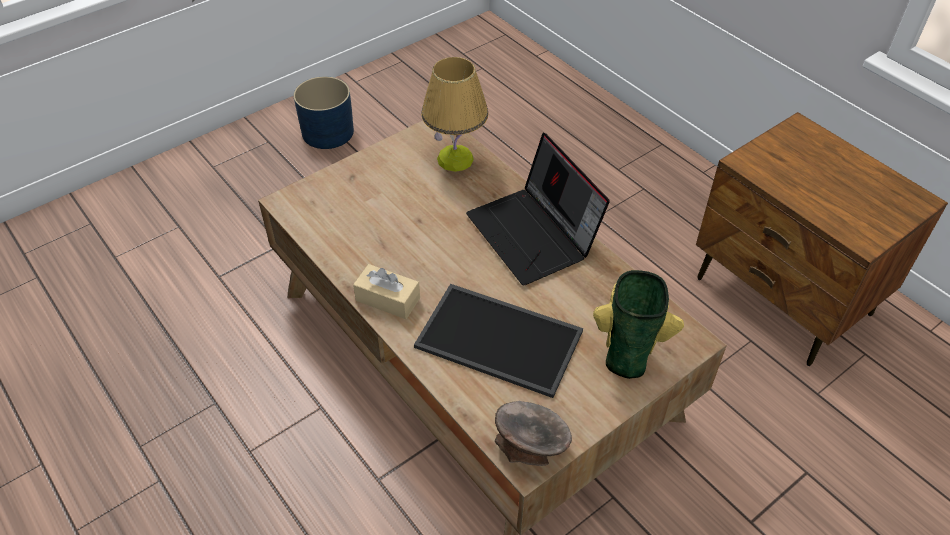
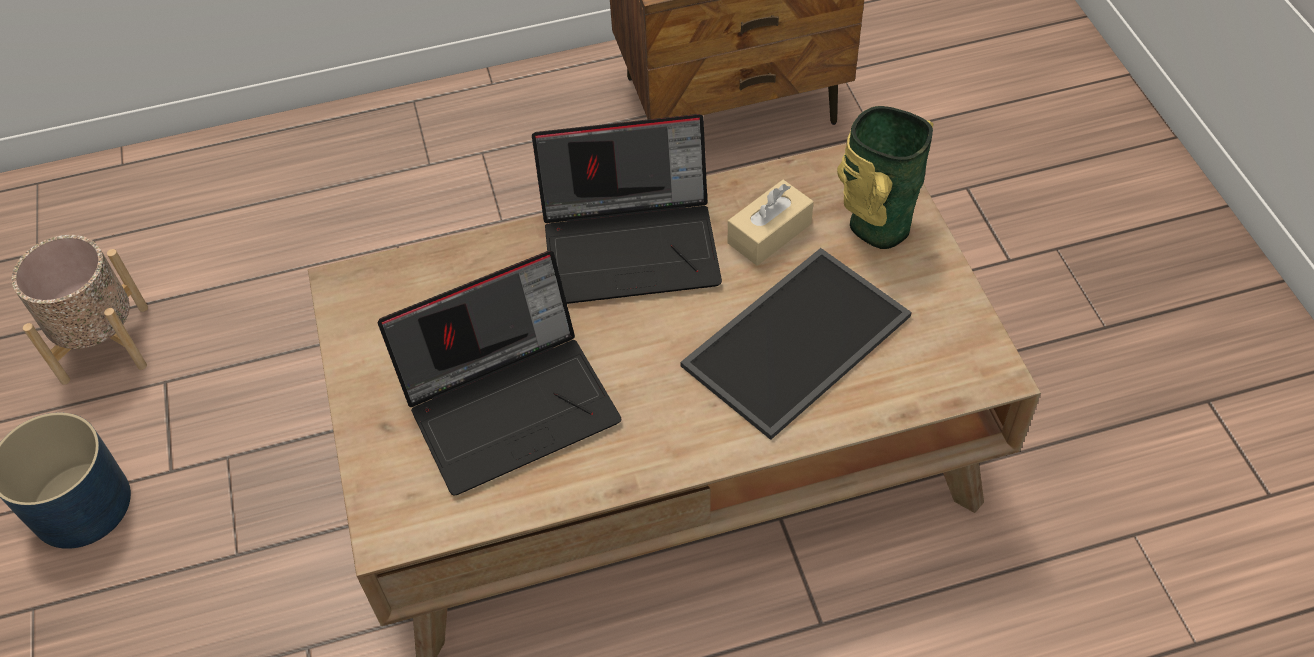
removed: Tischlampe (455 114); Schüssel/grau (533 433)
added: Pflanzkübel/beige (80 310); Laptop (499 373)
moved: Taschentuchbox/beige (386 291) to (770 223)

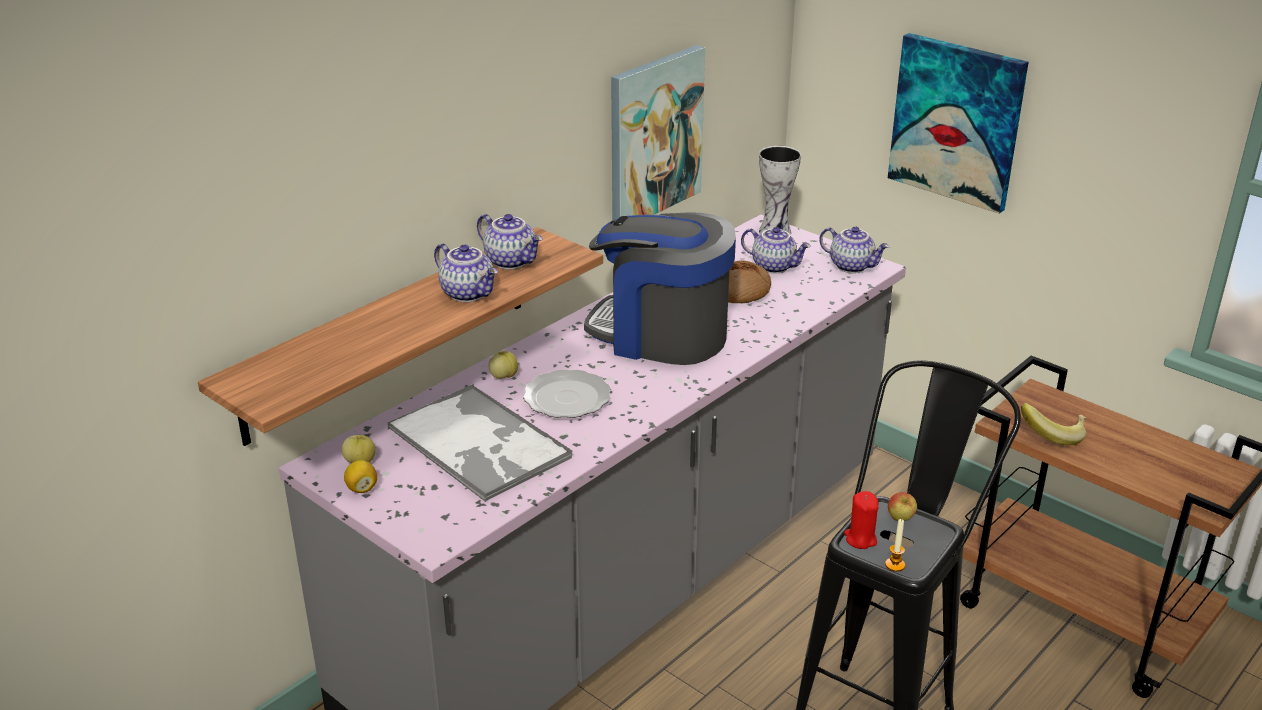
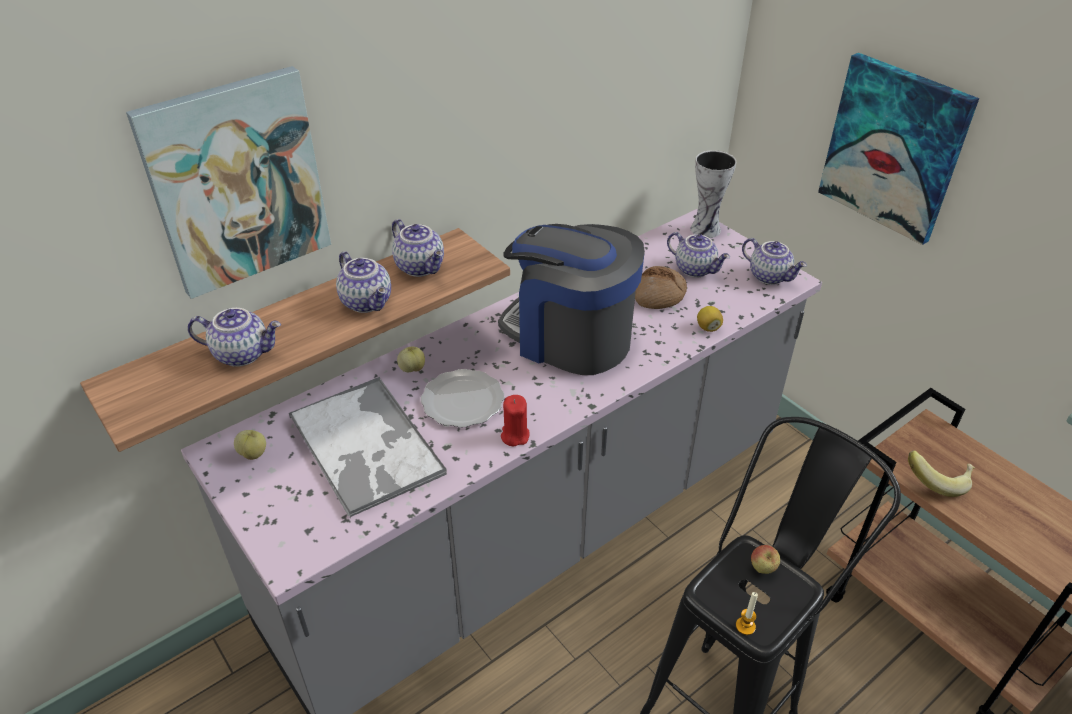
added: Teekanne (234 337)
moved: Bild (658 133) to (228 182); Kerze/rot (861 520) to (515 421); Zitrone (360 476) to (710 319)

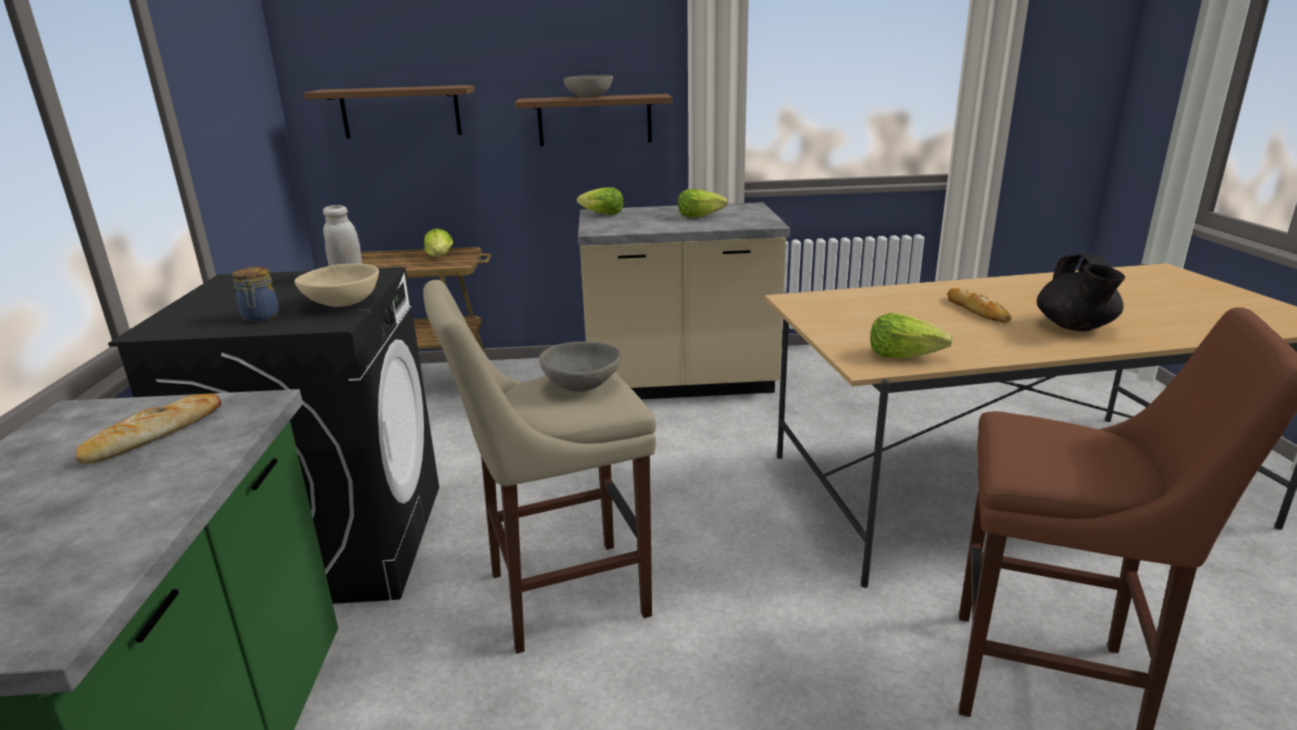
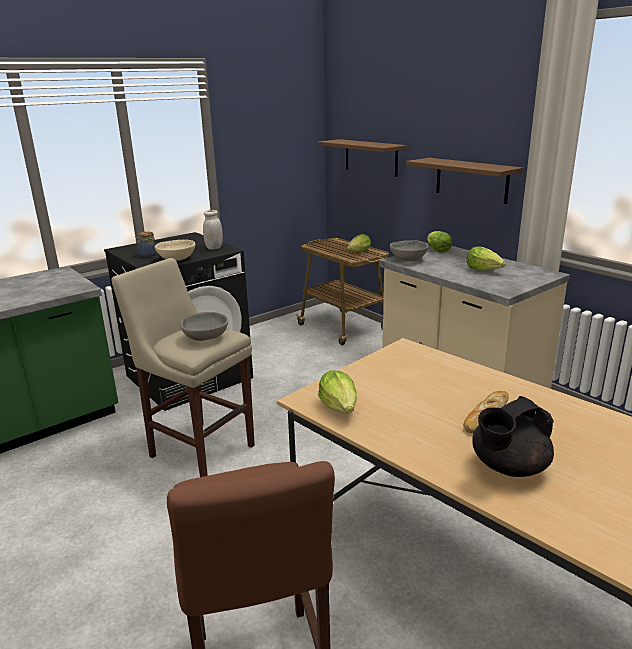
removed: Brot (148 429)
moved: Schüssel/grau (588 86) to (409 250)

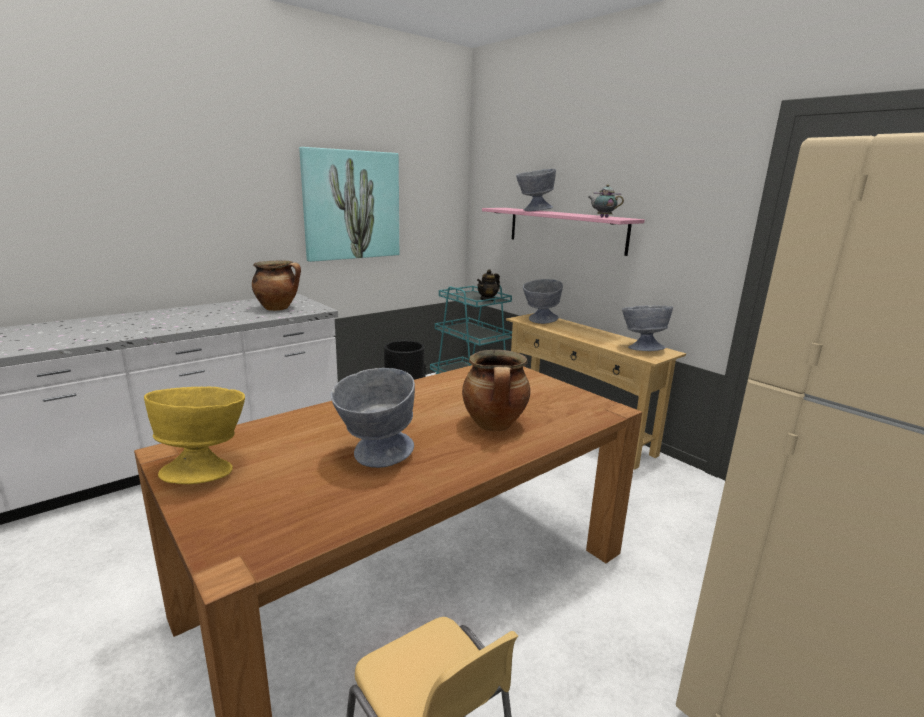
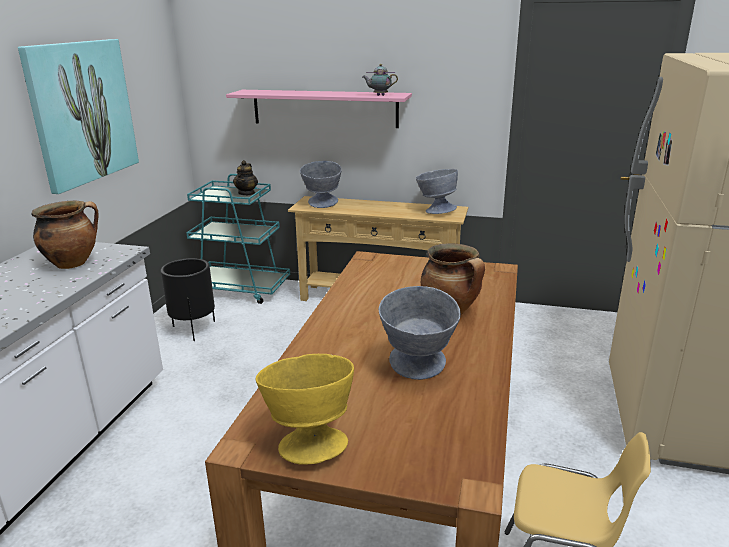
removed: Schüssel/grau (536 190)

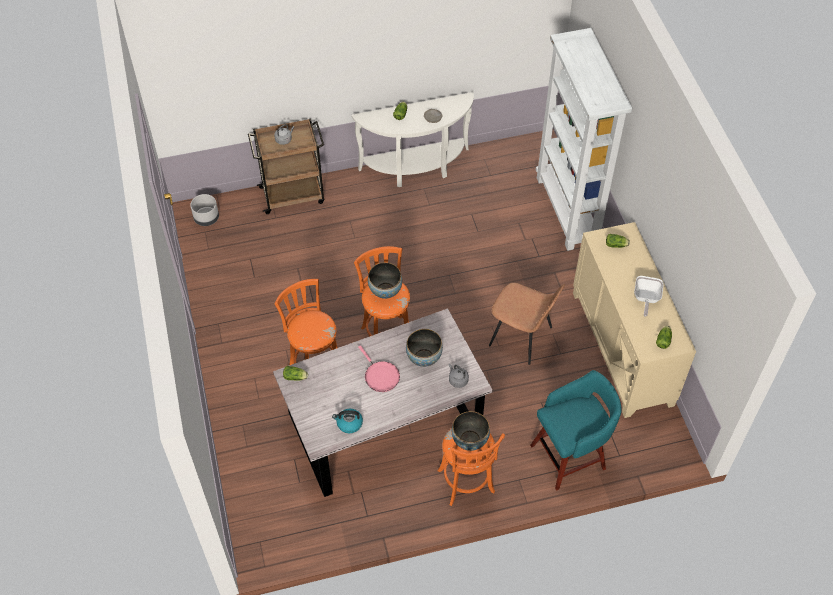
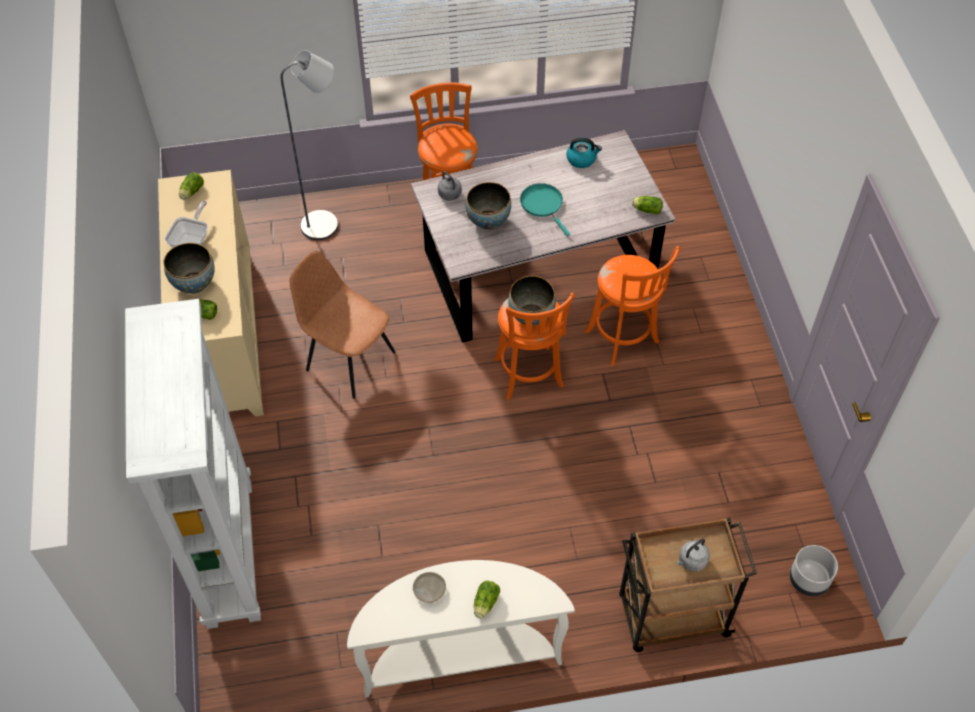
moved: Schüssel (471 431) to (189 268)
replaced: Hocker/türkis (576 430) to Stehlampe/grau (309 145)
recoloured: Pfanne/rosa (379 368) to Pfanne/türkis (545 209)

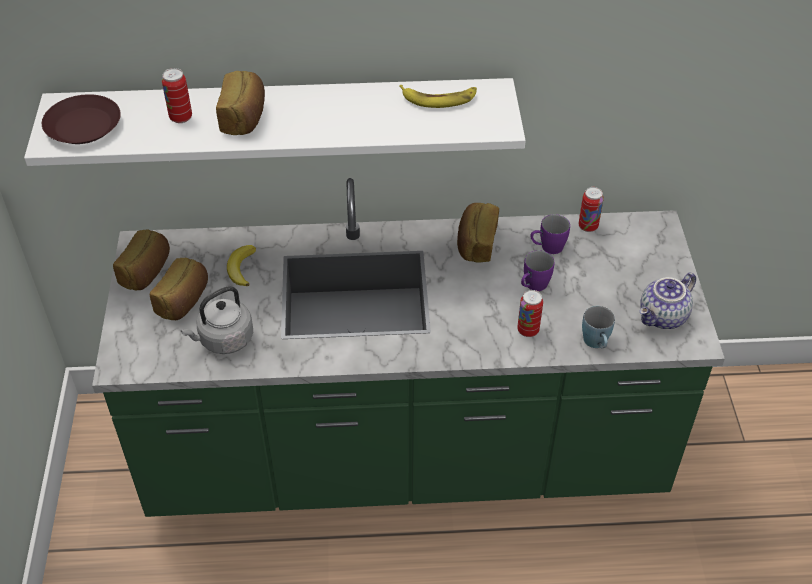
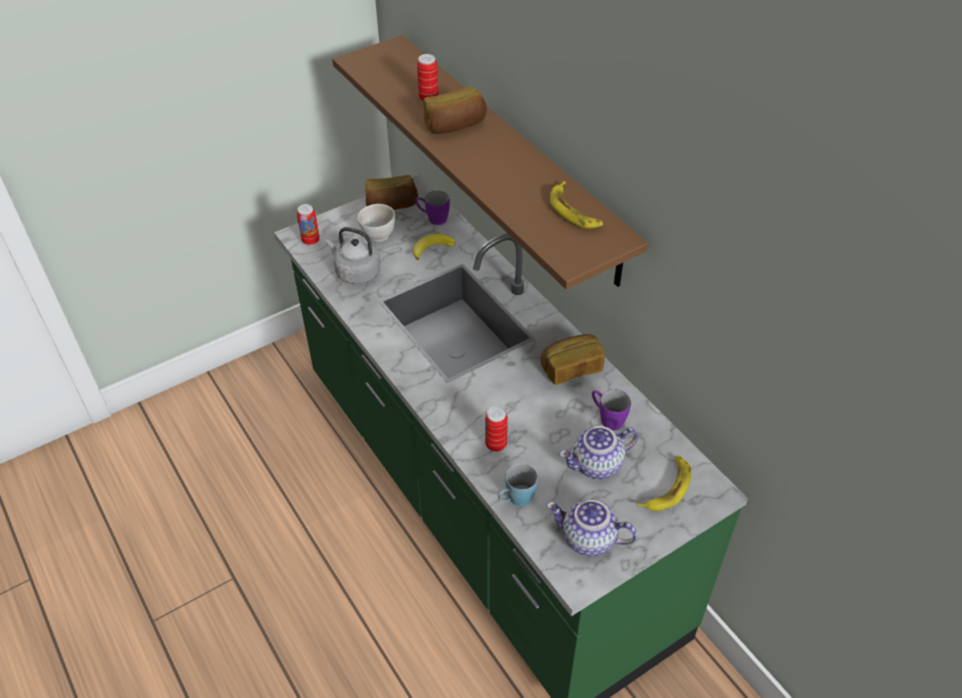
removed: Teller/braun (81 119)
added: Teekanne (599 452); Banane (664 483)
moved: Dose (591 209) to (308 224); Henkelbecher/lila (538 270) to (432 208)
replaced: Brot (179 289) to Schüssel/weiß (376 223)
recoloured: Wandregal/weiß (275 122) to Wandregal/braun (490 162)

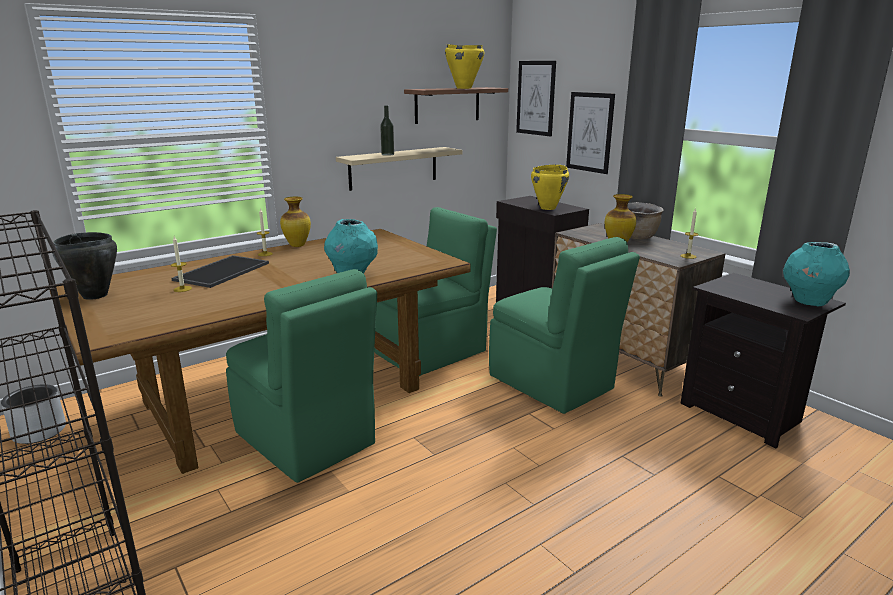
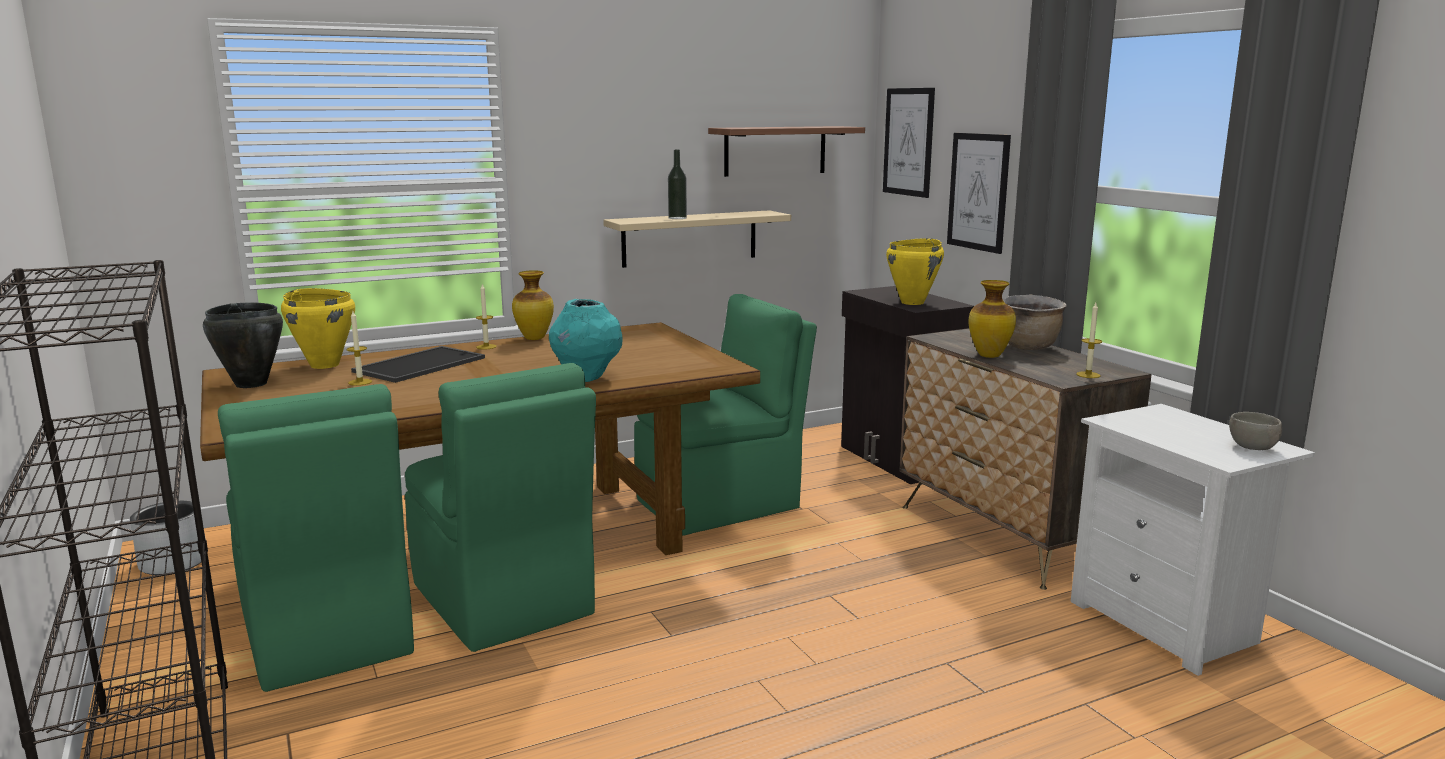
moved: Stuhl/grün (564 325) to (316 538); Kochtopf/gelb (464 66) to (318 328)
replaced: Vase/türkis (816 274) to Schüssel/grau (1255 431)
recoloured: Nachttisch/schwarz (763 360) to Nachttisch/weiß (1193 540)

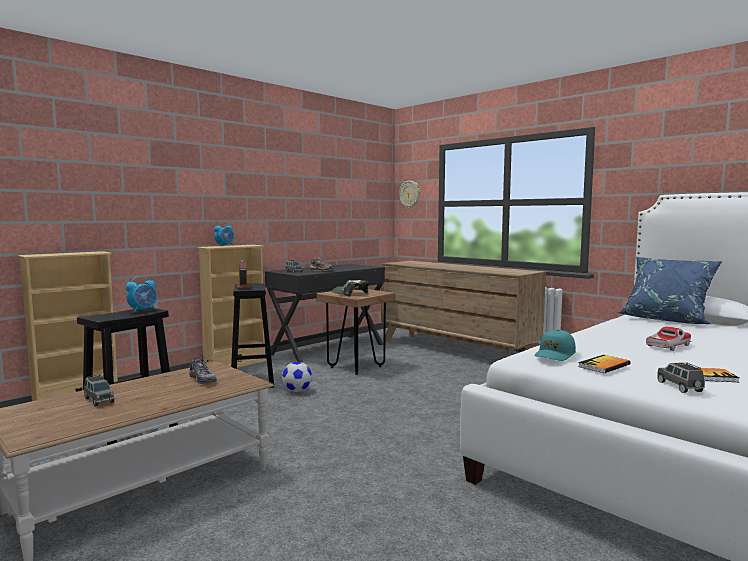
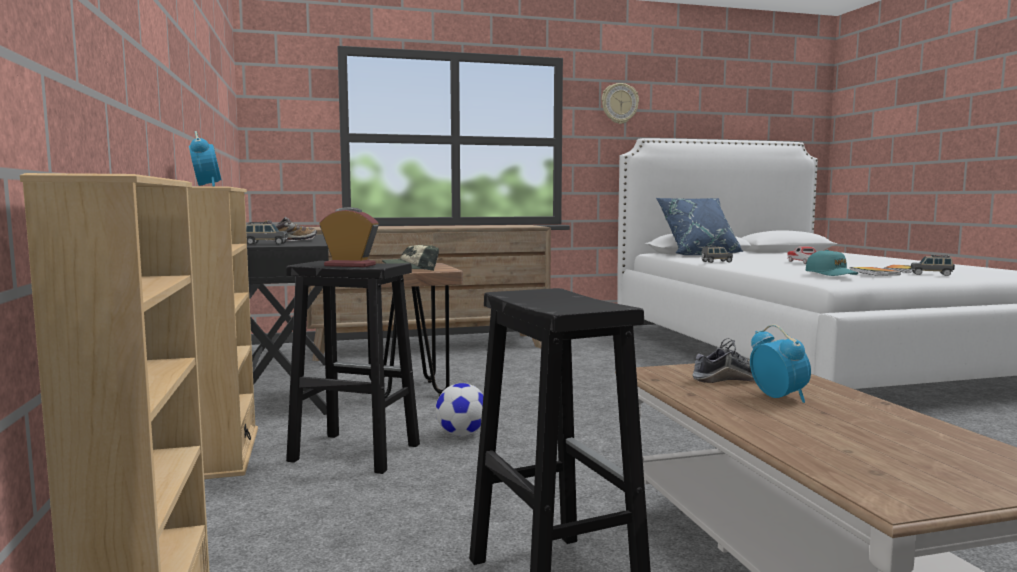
moved: Wanduhr (409 194) to (620 103); Spielzeugauto/grau (99 390) to (717 254); Wecker (141 294) to (780 363)

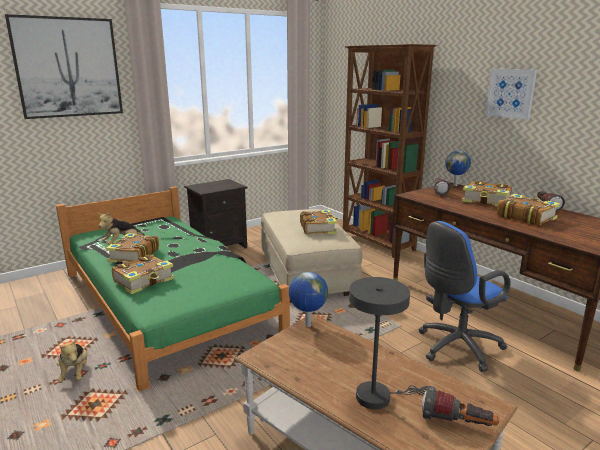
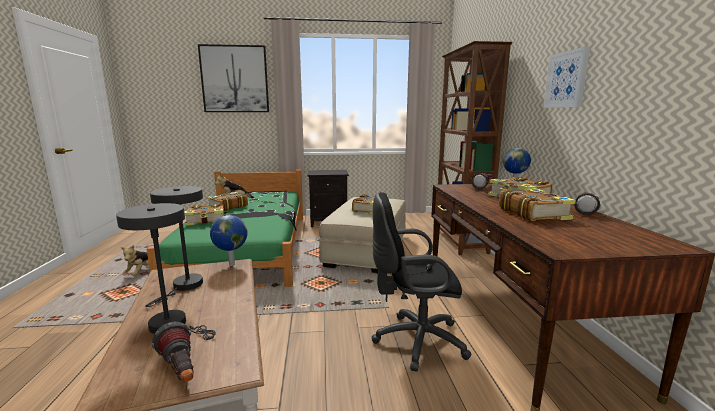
added: Tischlampe/grau (174 246)
recoloured: Bürostuhl/blau (465 296) to Bürostuhl/schwarz (421 281)

